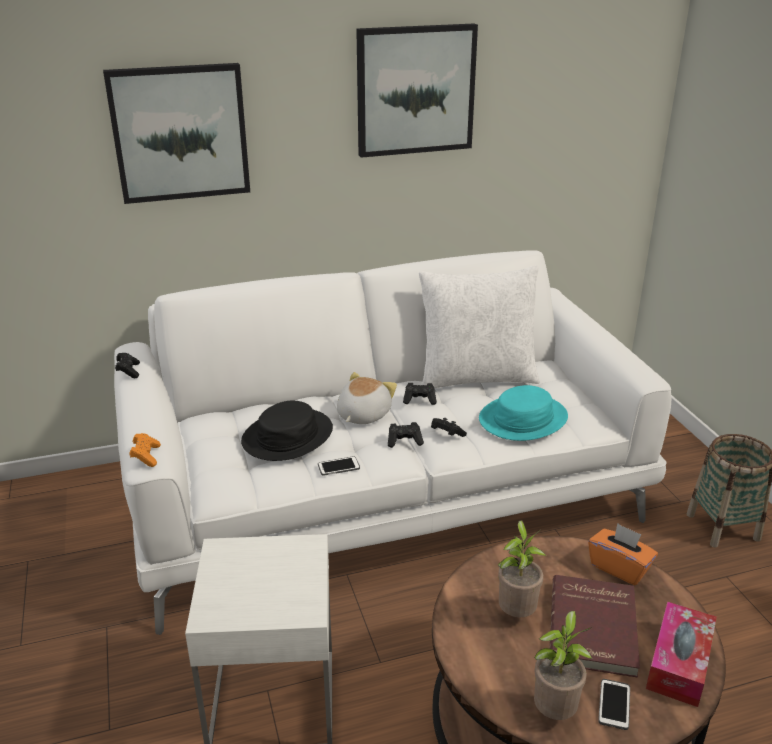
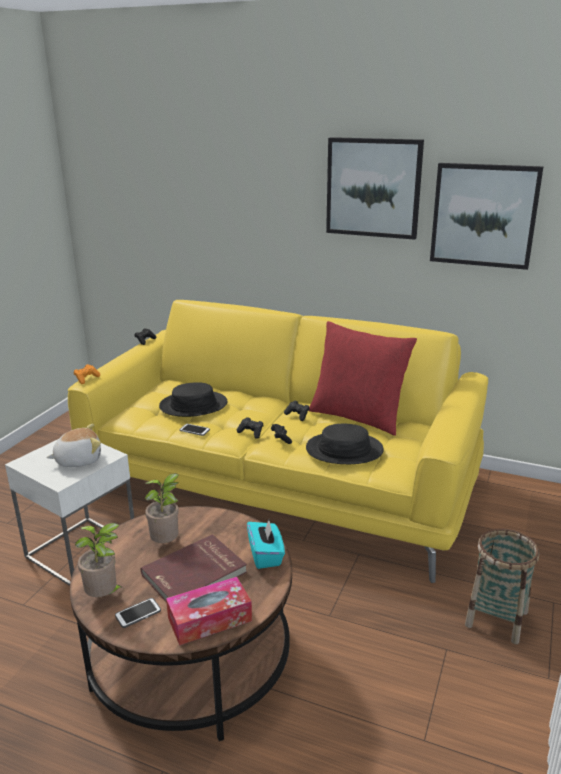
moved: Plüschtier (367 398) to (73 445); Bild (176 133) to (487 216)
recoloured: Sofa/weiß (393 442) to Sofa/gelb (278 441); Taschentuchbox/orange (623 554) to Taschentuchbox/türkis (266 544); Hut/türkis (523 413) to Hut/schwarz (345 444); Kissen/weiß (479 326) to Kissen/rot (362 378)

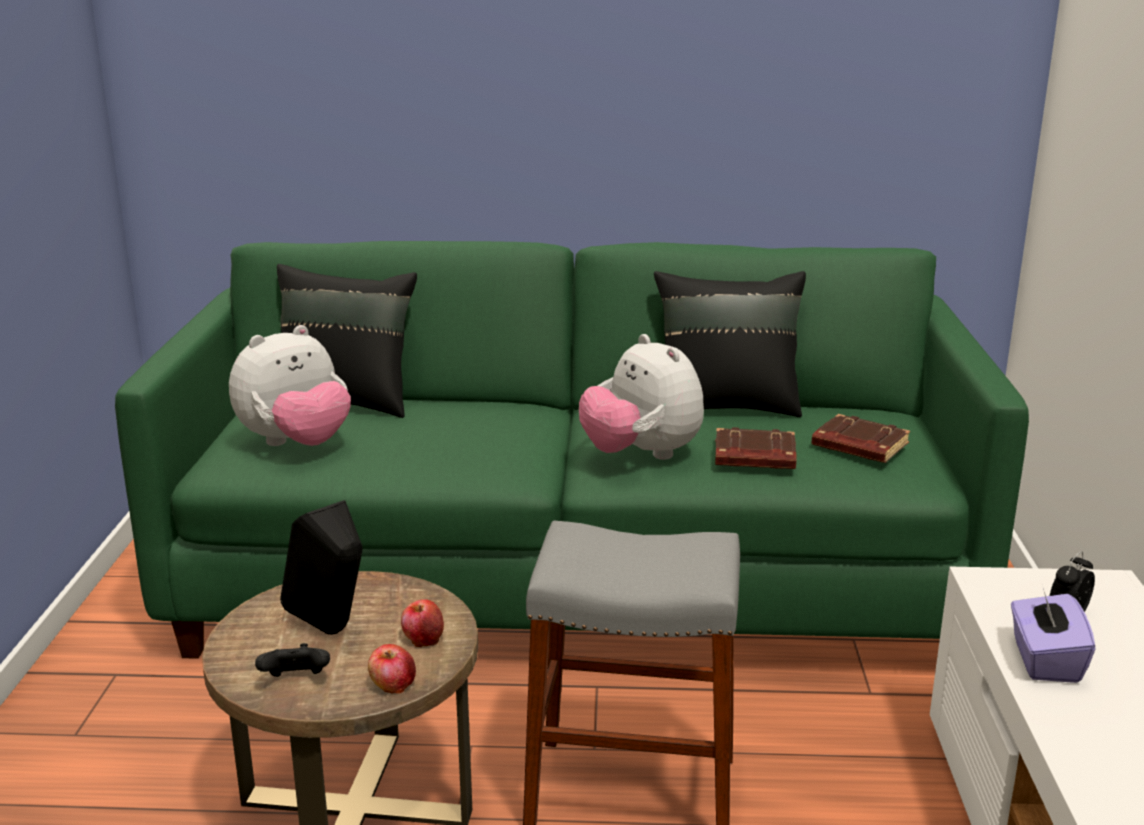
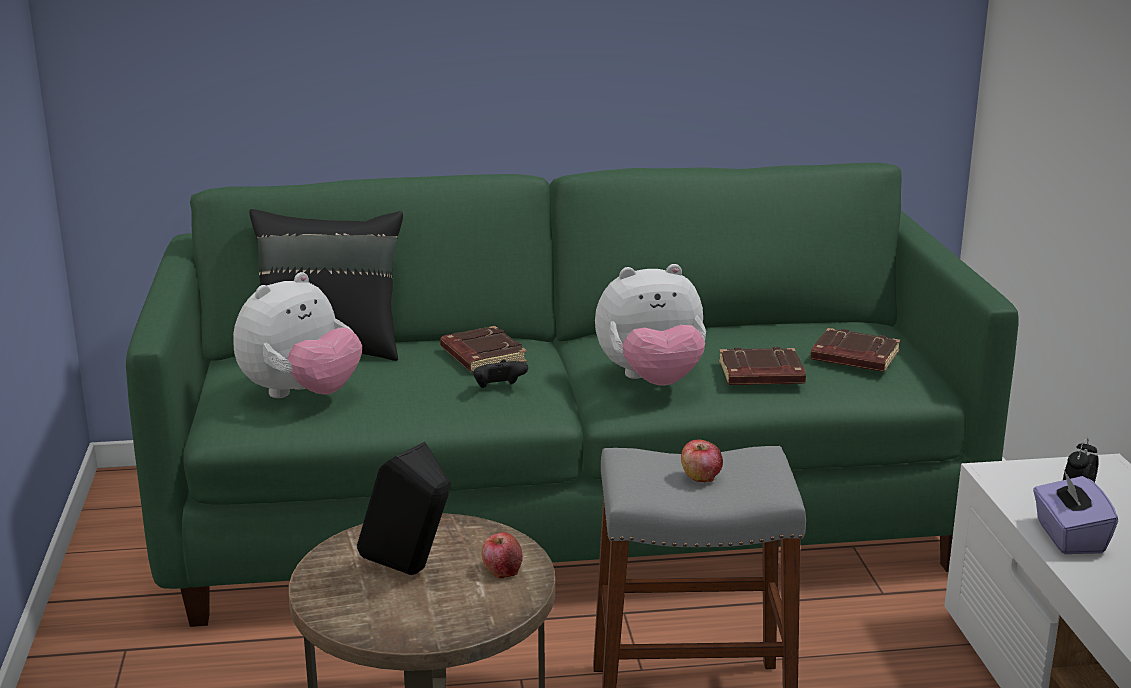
removed: Kissen/schwarz (730 344)
added: Buch/braun (483 349)
moved: Gamepad/schwarz (292 660) to (500 374); Apfel (392 669) to (702 460)
turned: Plüschtier (641 397) = (650 325) 60 degrees counterclockwise

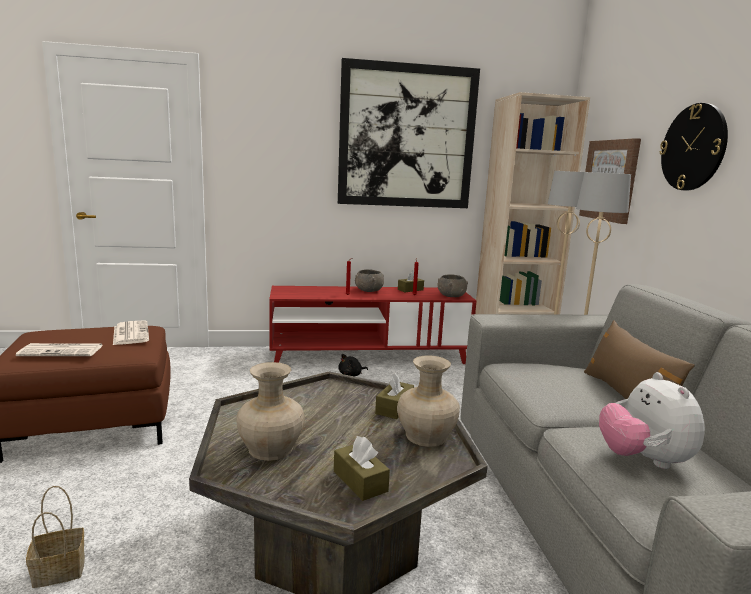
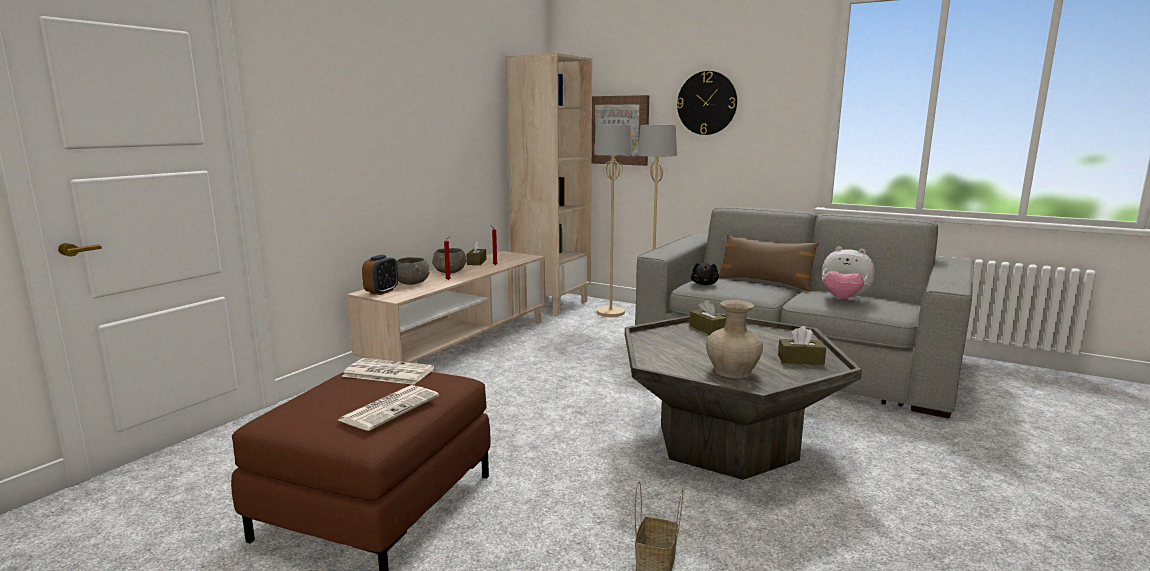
removed: Bild (409 133); Vase/beige (428 401)
added: Wecker (380 275)
moved: Schüssel/grau (453 285) to (413 271); Plüschtier/schwarz (353 365) to (705 274)
recoloured: Fernsehschrank/rot (373 325) to Fernsehschrank/beige (446 307)

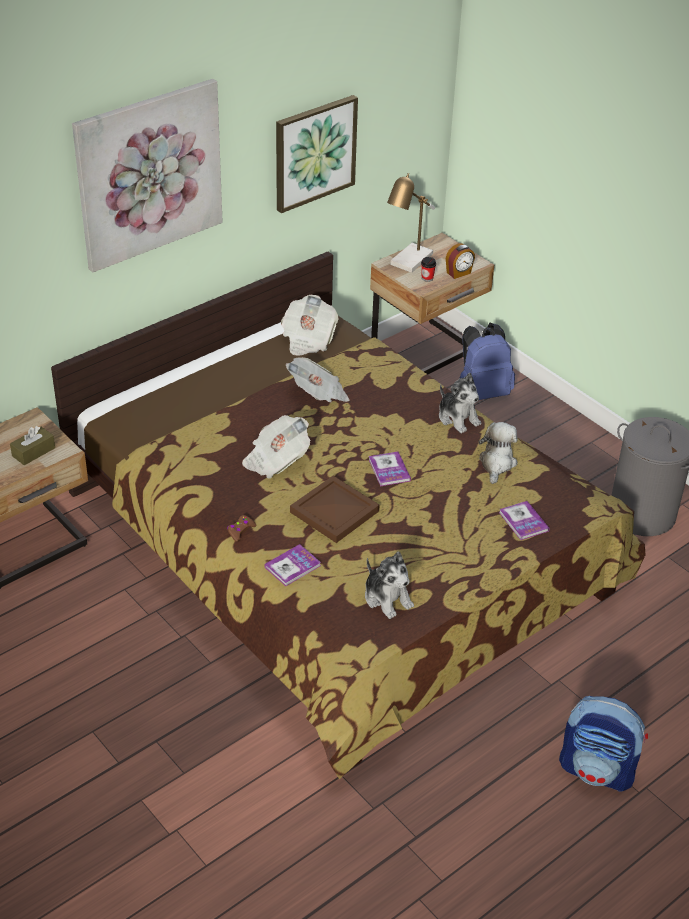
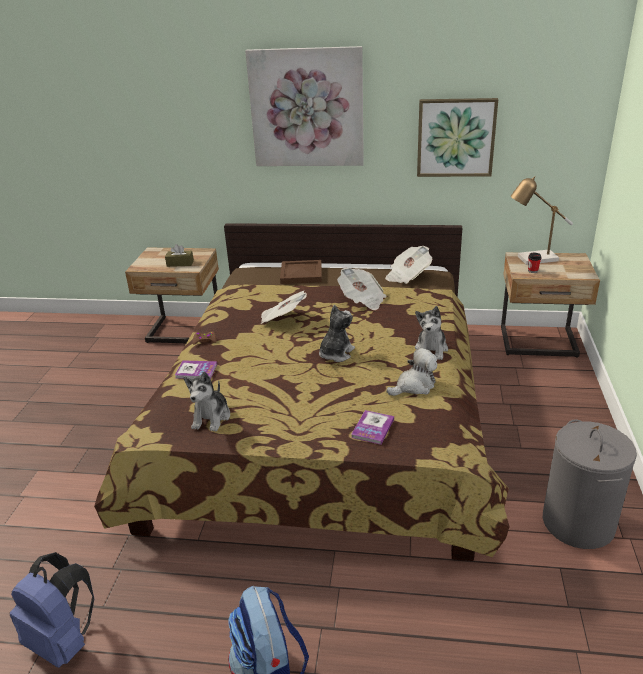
removed: Wecker (460 261)
moved: Rucksack/blau (487 361) to (52 610); Tablett/braun (335 509) to (301 272)
replaced: Buch (390 469) to Plüschtier (337 333)

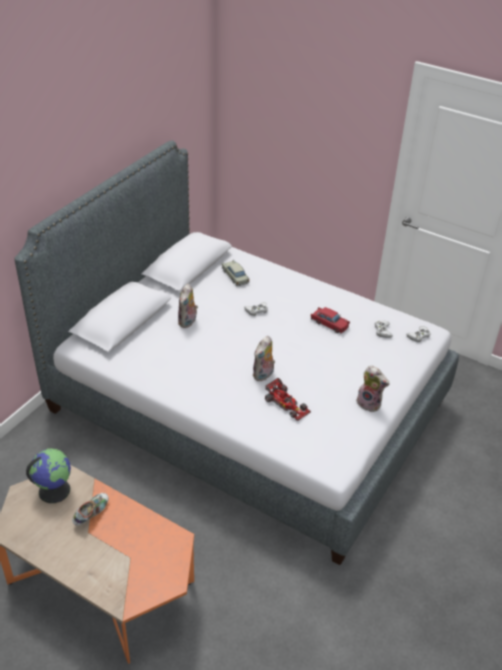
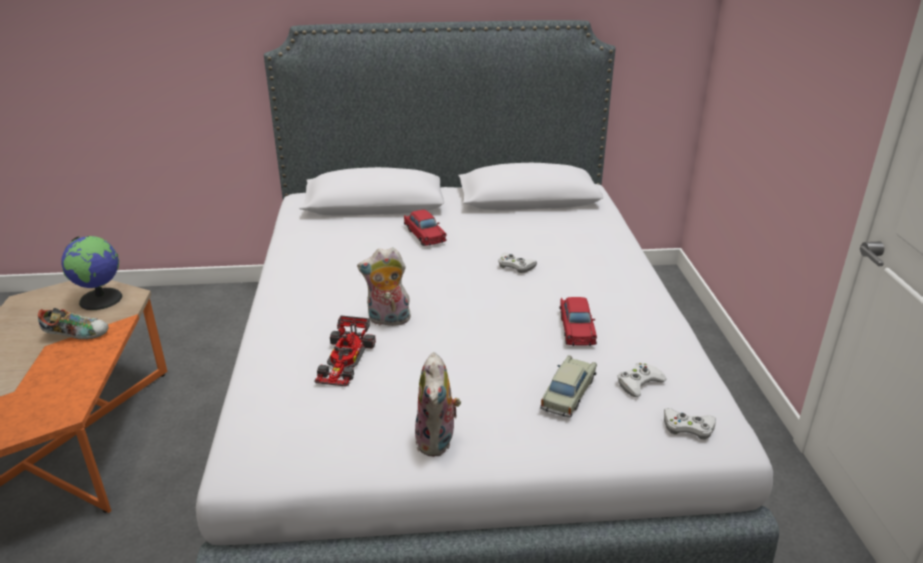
moved: Spielzeugauto/beige (235 273) to (568 386)
replaced: Plüschtier (188 306) to Spielzeugauto/rot (425 228)

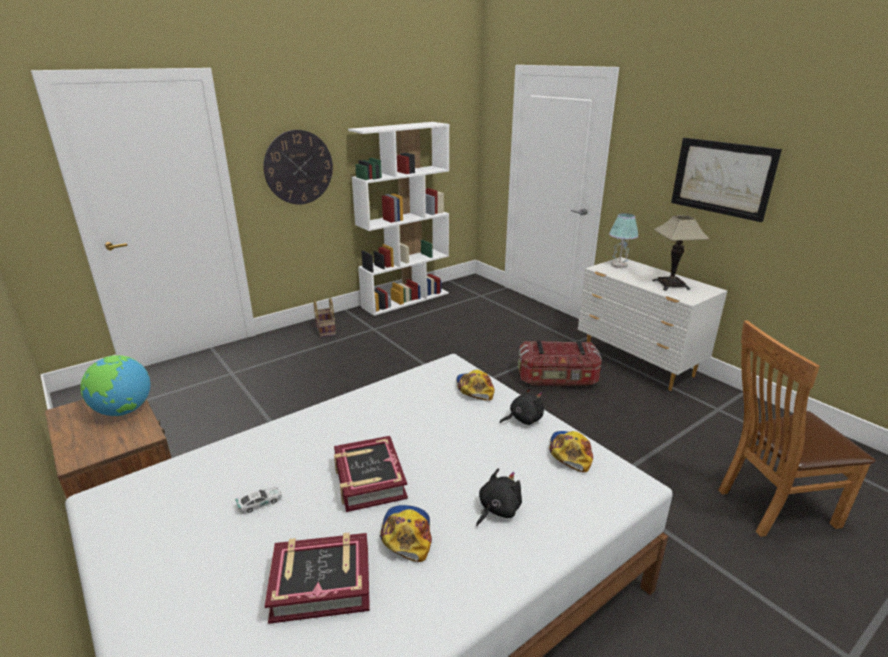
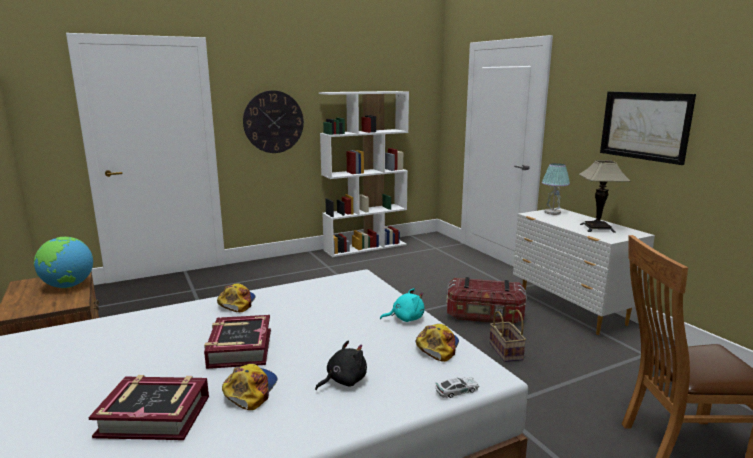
moved: Kappe (475 385) to (236 297); Spielzeugauto (258 500) to (457 387); Korb (325 317) to (507 335)
recoloured: Plüschtier/schwarz (521 406) to Plüschtier/türkis (402 305)

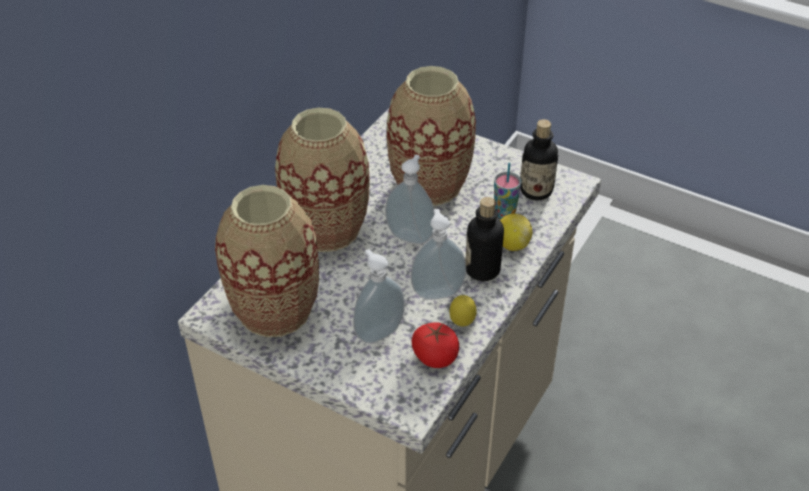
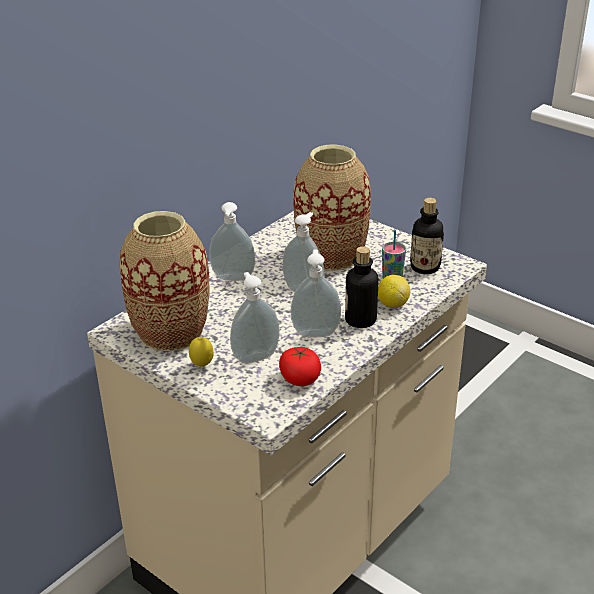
moved: Zitrone (462 311) to (201 351)
replaced: Vase (322 180) to Seifenspender (232 241)

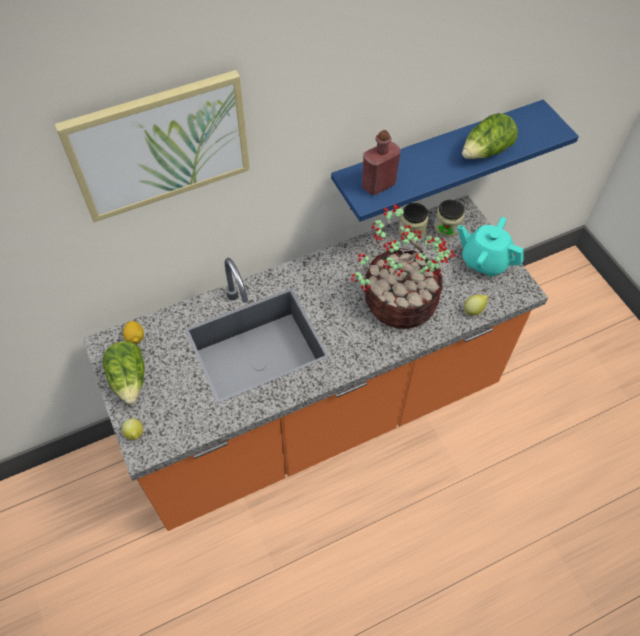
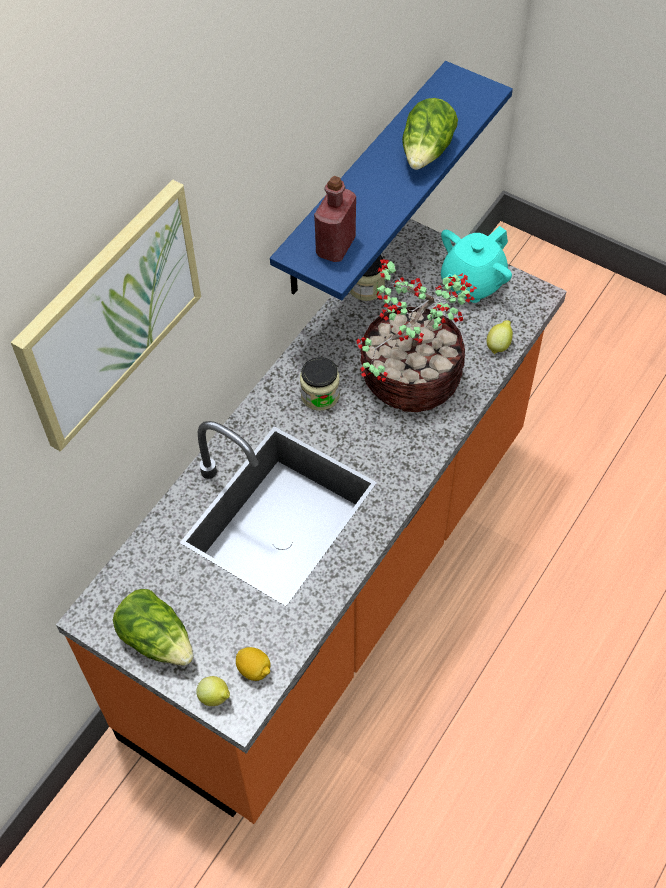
moved: Zitrone (133 332) to (253 664); Vorratsglas (449 218) to (320 384)
turned: Teekanne/türkis (490 247) = (476 264) 45 degrees counterclockwise

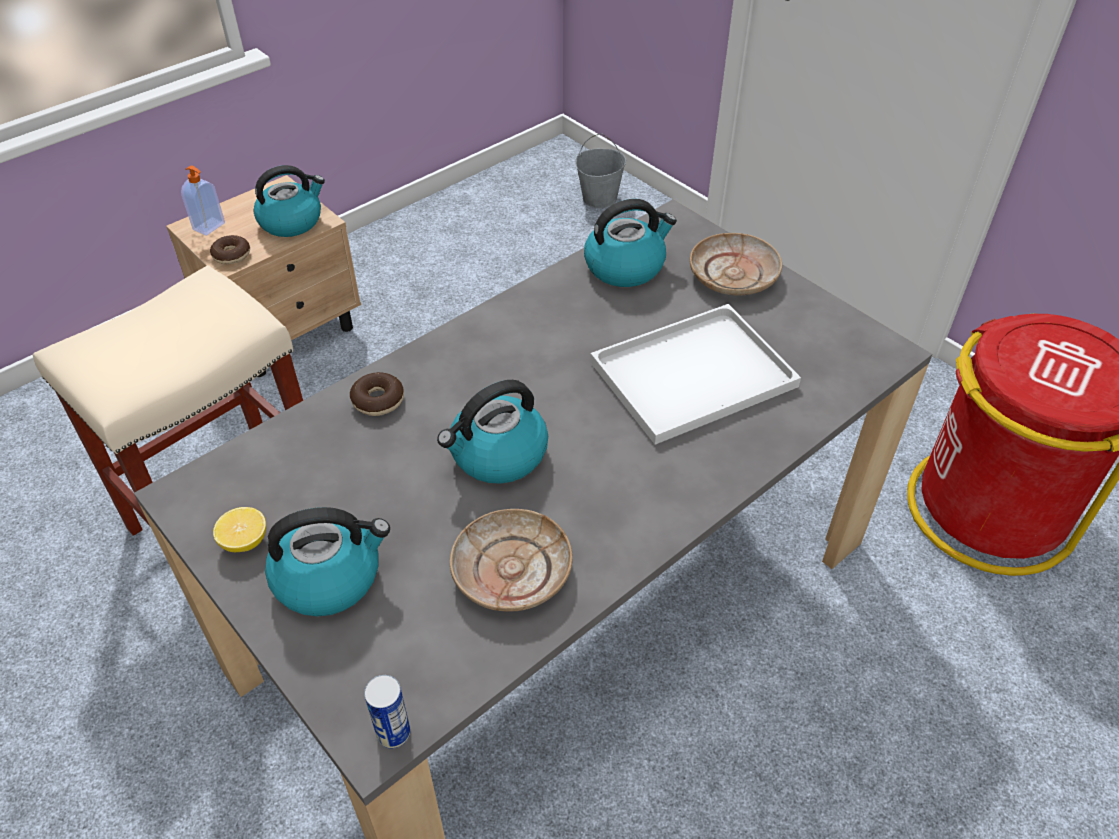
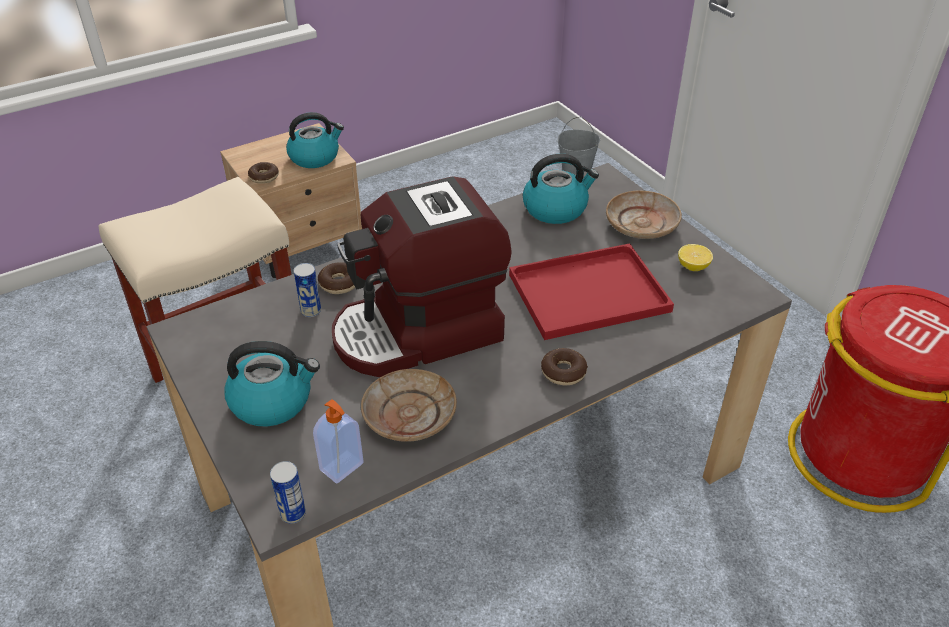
added: Dose (307 290); Donut (564 366)
moved: Seifenspender (203 200) to (338 441); Zitrone (239 529) to (695 257)
replaced: Wasserkessel (492 432) to Kaffeemaschine (422 276)
recoloured: Tablett/weiß (695 374) to Tablett/rot (591 291)

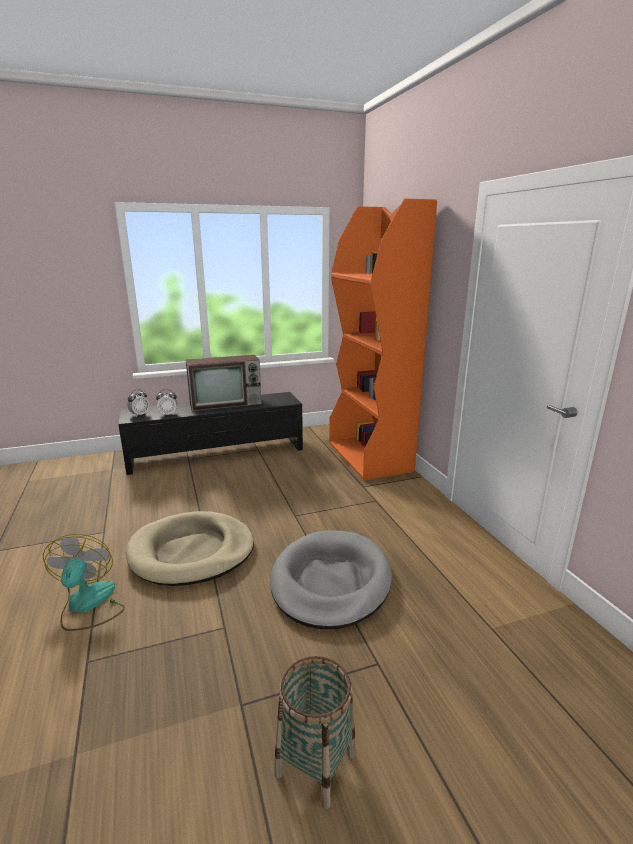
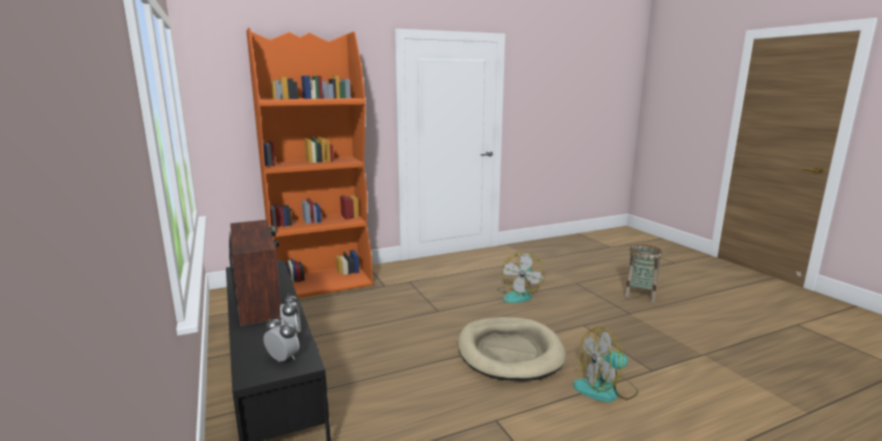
replaced: Hundebett/grau (331 579) to Ventilator (521 277)

